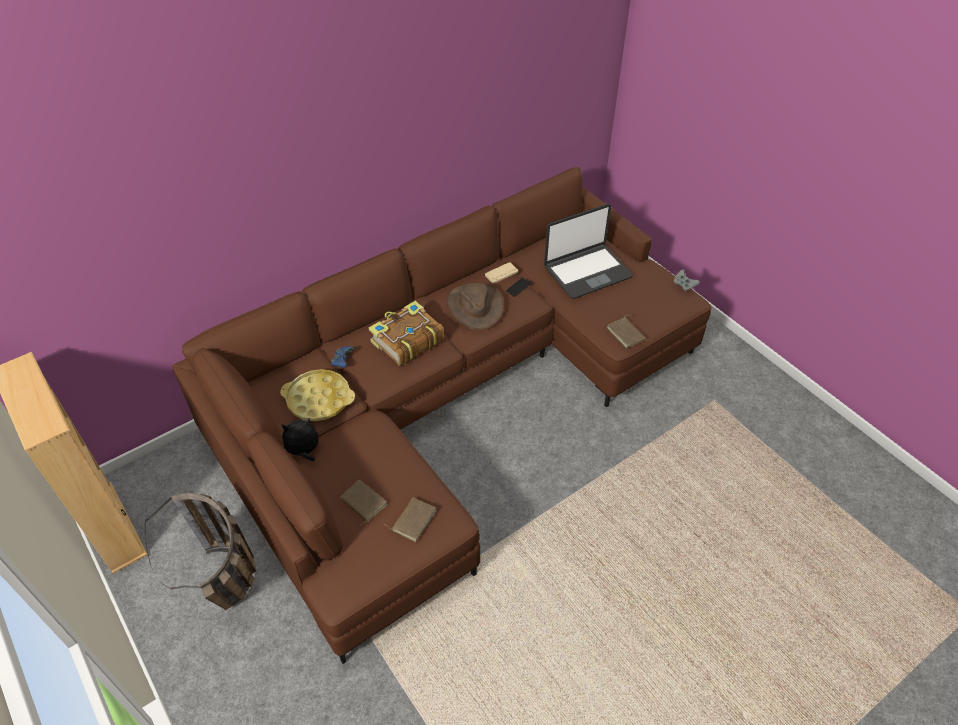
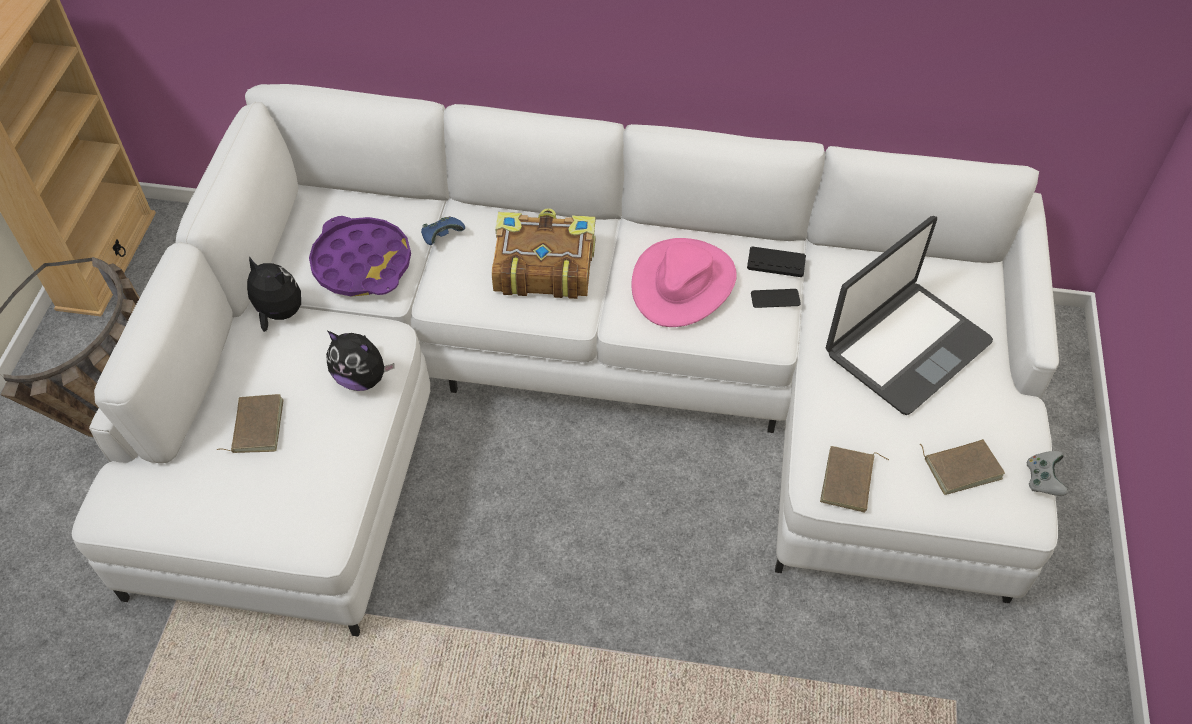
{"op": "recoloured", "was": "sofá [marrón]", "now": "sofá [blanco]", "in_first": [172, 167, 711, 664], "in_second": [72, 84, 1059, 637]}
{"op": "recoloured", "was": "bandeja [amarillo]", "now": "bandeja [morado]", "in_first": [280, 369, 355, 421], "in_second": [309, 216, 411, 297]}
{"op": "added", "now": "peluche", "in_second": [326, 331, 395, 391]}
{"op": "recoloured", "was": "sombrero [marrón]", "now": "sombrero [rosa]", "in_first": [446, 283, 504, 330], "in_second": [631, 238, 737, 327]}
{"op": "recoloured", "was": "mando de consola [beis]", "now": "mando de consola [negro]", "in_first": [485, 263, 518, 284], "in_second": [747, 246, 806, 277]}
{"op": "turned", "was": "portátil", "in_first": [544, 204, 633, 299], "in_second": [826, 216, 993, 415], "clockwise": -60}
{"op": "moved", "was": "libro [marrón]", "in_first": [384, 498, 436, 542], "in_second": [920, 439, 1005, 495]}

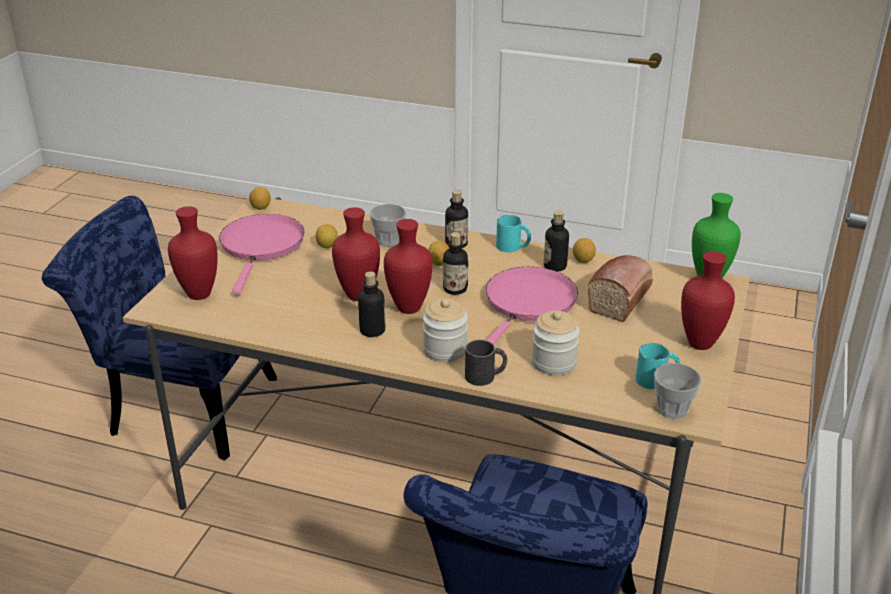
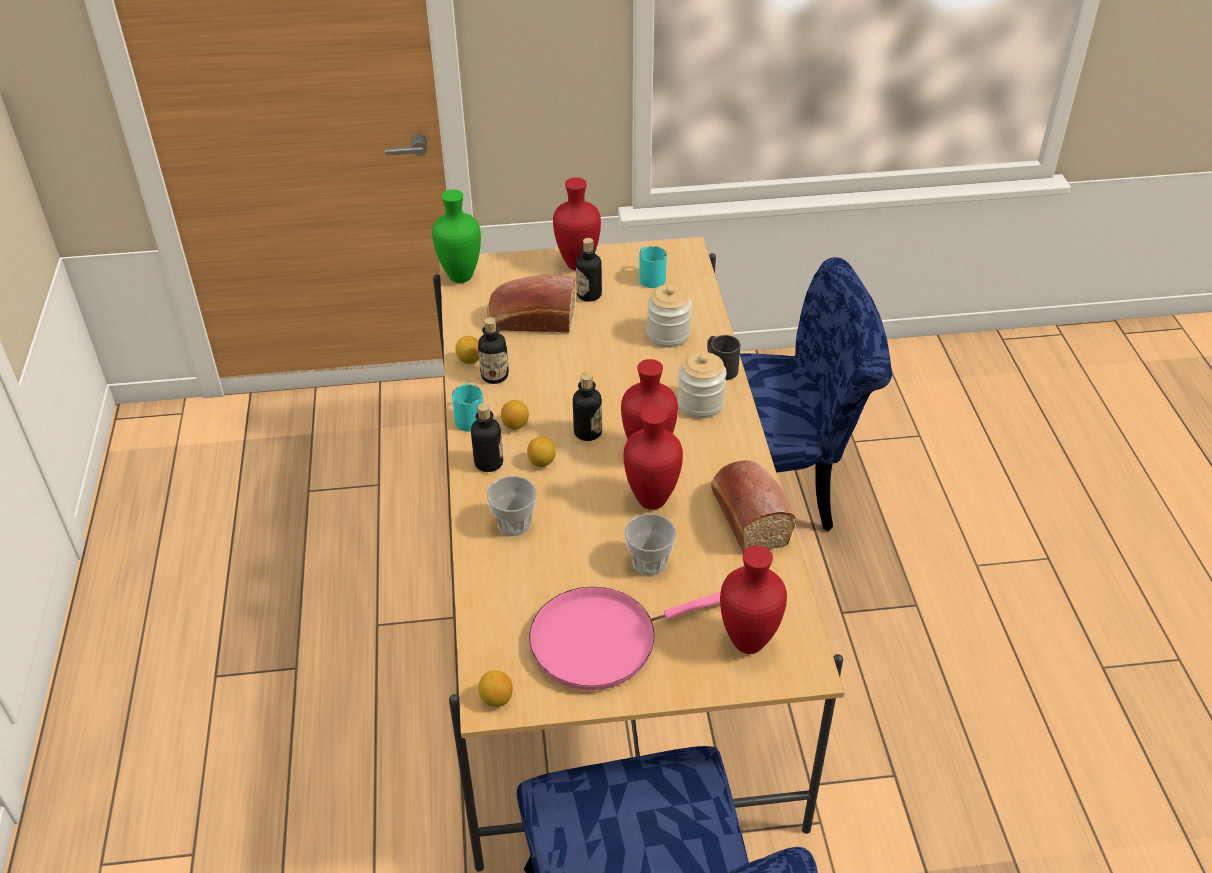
{"op": "moved", "was": "limón", "in_first": [316, 224, 338, 248], "in_second": [501, 400, 529, 430]}
{"op": "moved", "was": "botella", "in_first": [358, 272, 385, 337], "in_second": [576, 238, 602, 302]}
{"op": "moved", "was": "taza", "in_first": [654, 363, 702, 419], "in_second": [625, 514, 676, 576]}
{"op": "added", "now": "pan", "in_second": [711, 460, 796, 552]}
{"op": "removed", "was": "sartén [rosa]", "in_first": [486, 267, 578, 345]}

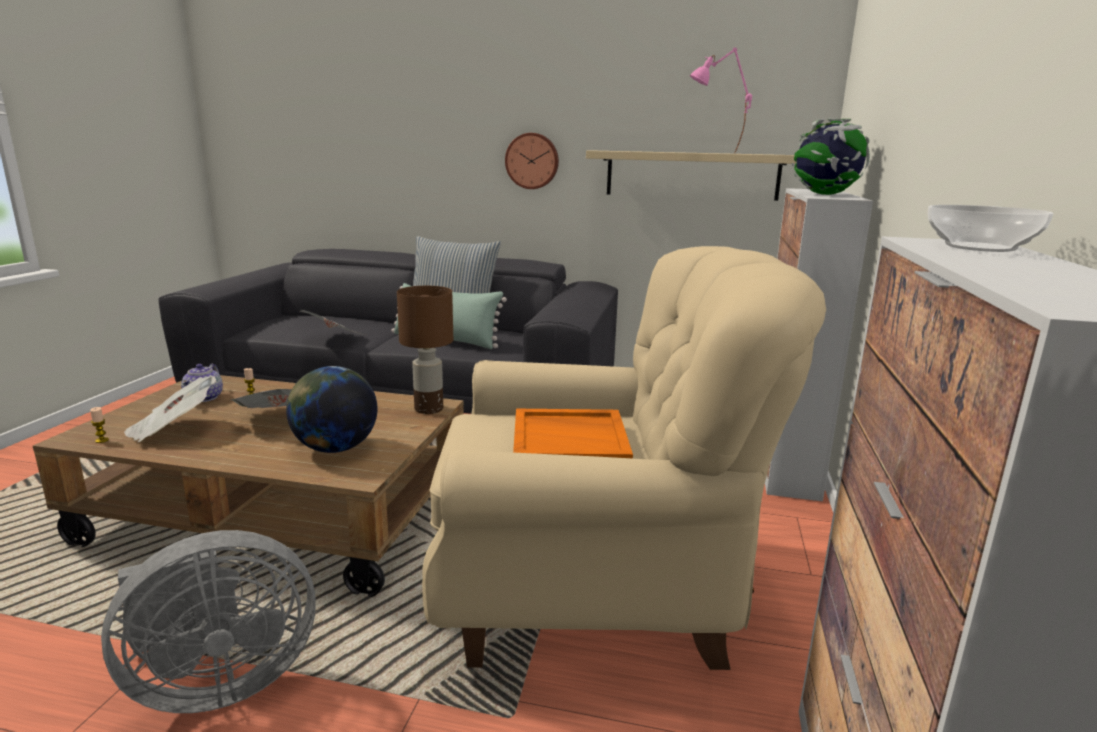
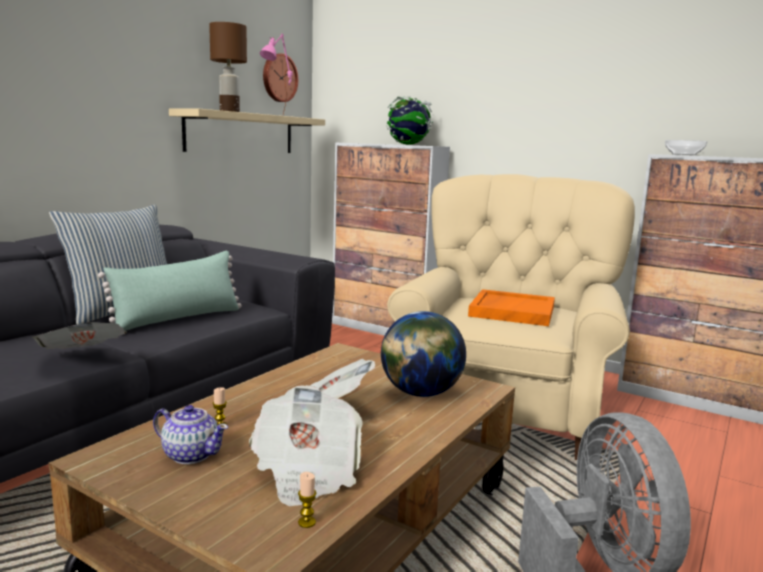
{"op": "moved", "was": "lámpara de mesa [marrón]", "in_first": [397, 286, 453, 414], "in_second": [209, 22, 247, 112]}
{"op": "moved", "was": "reloj de pared", "in_first": [505, 133, 559, 189], "in_second": [263, 53, 298, 102]}

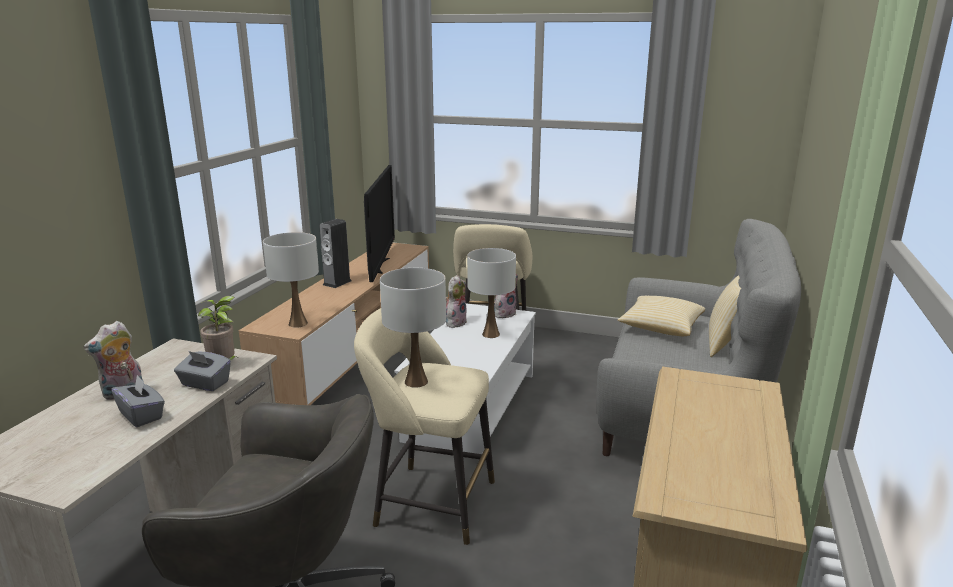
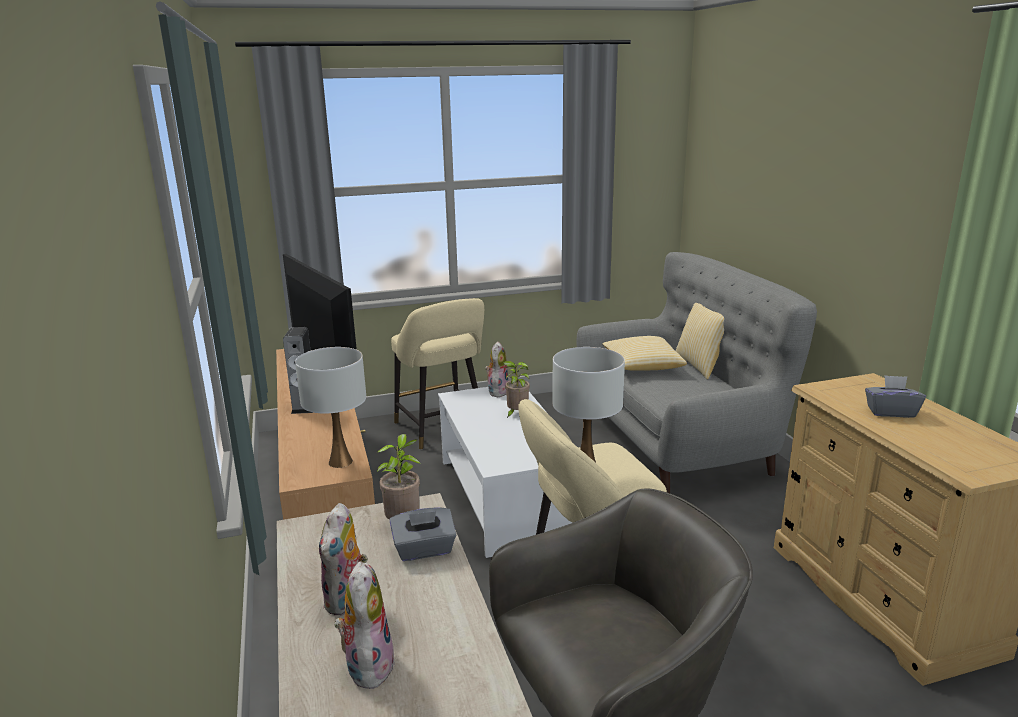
{"op": "moved", "was": "peluche", "in_first": [446, 275, 467, 328], "in_second": [334, 561, 395, 689]}
{"op": "replaced", "was": "lámpara de mesa [blanco]", "now": "planta en maceta", "in_first": [467, 248, 516, 338], "in_second": [503, 361, 530, 419]}
{"op": "moved", "was": "caja de pañuelos [gris]", "in_first": [111, 375, 165, 427], "in_second": [865, 375, 926, 418]}

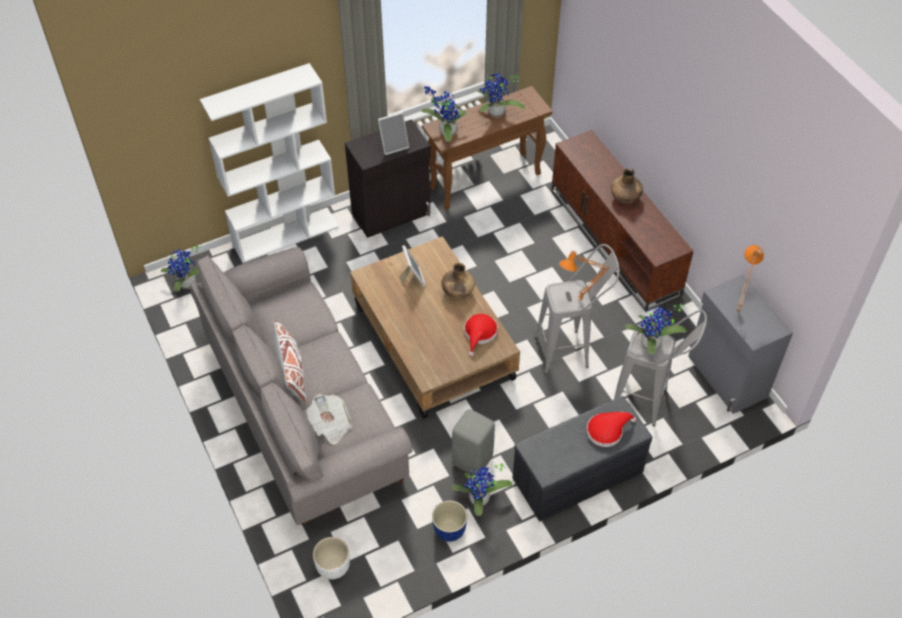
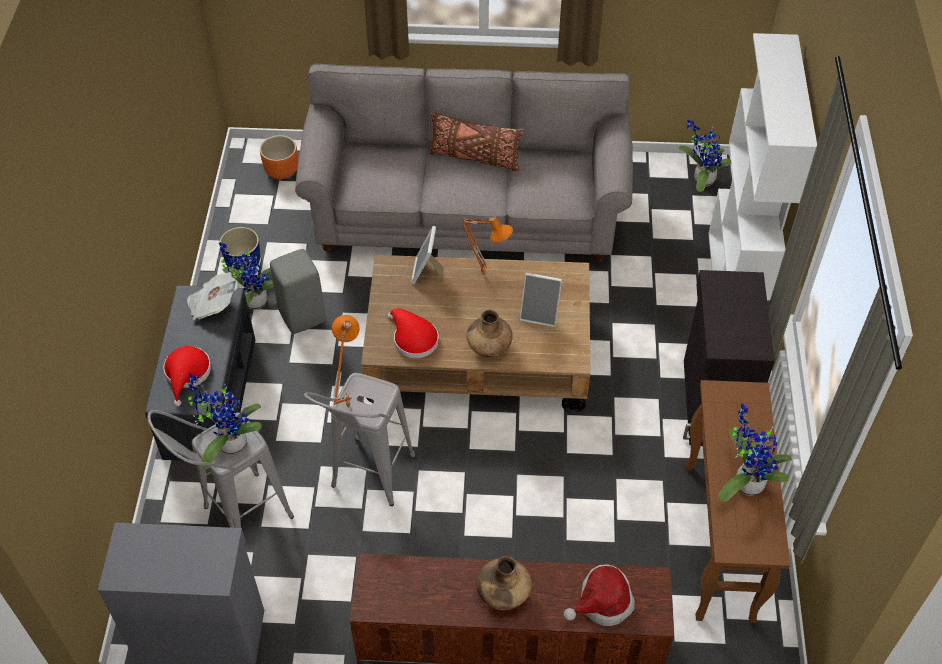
{"op": "moved", "was": "periódico", "in_first": [306, 394, 352, 445], "in_second": [187, 272, 238, 320]}
{"op": "recoloured", "was": "maceta [blanco]", "now": "maceta [naranja]", "in_first": [313, 537, 350, 579], "in_second": [260, 135, 298, 179]}
{"op": "moved", "was": "portarretratos", "in_first": [378, 112, 409, 155], "in_second": [411, 226, 444, 284]}
{"op": "recoloured", "was": "cojín [blanco]", "now": "cojín [marrón]", "in_first": [273, 320, 306, 402], "in_second": [429, 112, 524, 172]}
{"op": "moved", "was": "lámpara de mesa [naranja]", "in_first": [737, 245, 764, 313], "in_second": [462, 216, 513, 277]}
{"op": "added", "now": "sombrero", "in_second": [564, 564, 635, 626]}
{"op": "removed", "was": "planta en maceta", "in_first": [421, 86, 466, 142]}

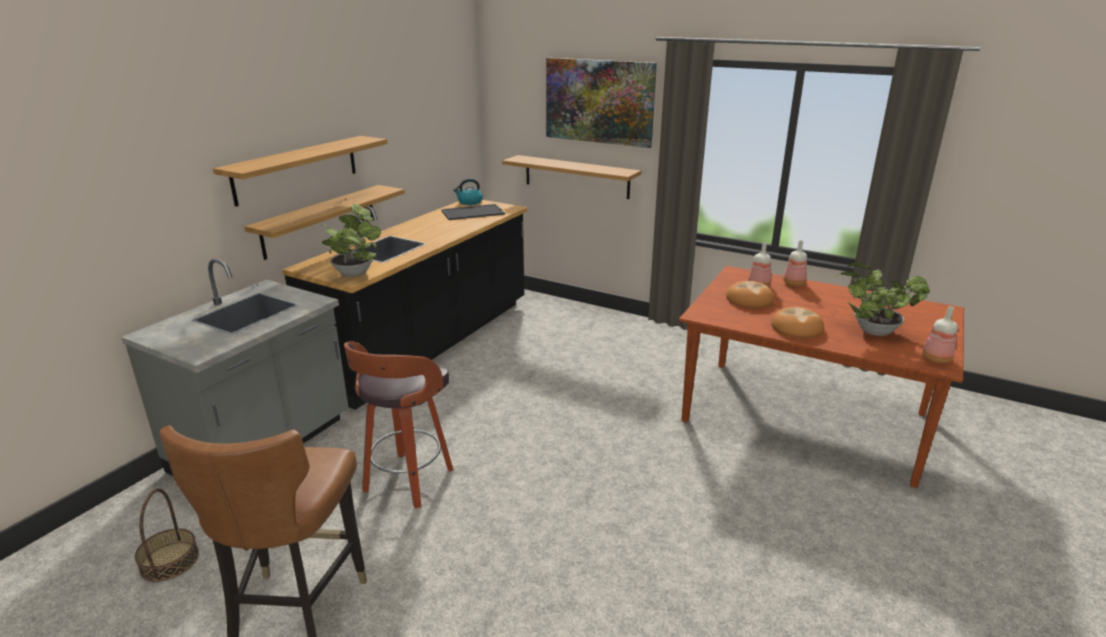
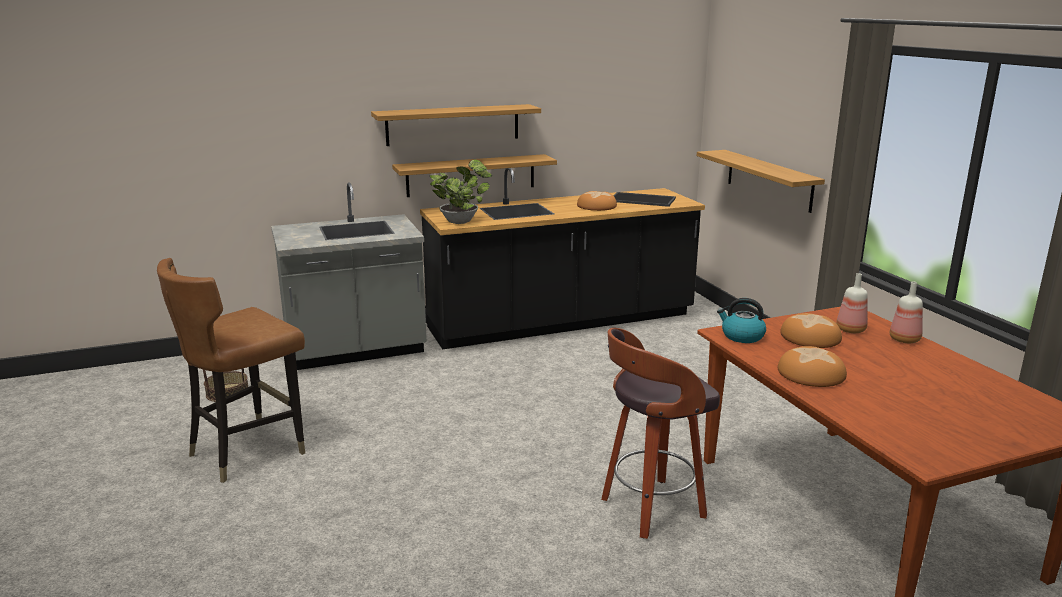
{"op": "added", "now": "pan", "in_second": [577, 191, 617, 211]}
{"op": "moved", "was": "taburete", "in_first": [344, 341, 454, 509], "in_second": [601, 328, 720, 539]}
{"op": "moved", "was": "hervidor", "in_first": [453, 179, 483, 205], "in_second": [717, 298, 766, 343]}
{"op": "removed", "was": "cuadro", "in_first": [546, 58, 657, 148]}
{"op": "removed", "was": "planta en maceta", "in_first": [835, 262, 930, 336]}
{"op": "removed", "was": "botella", "in_first": [922, 307, 958, 363]}

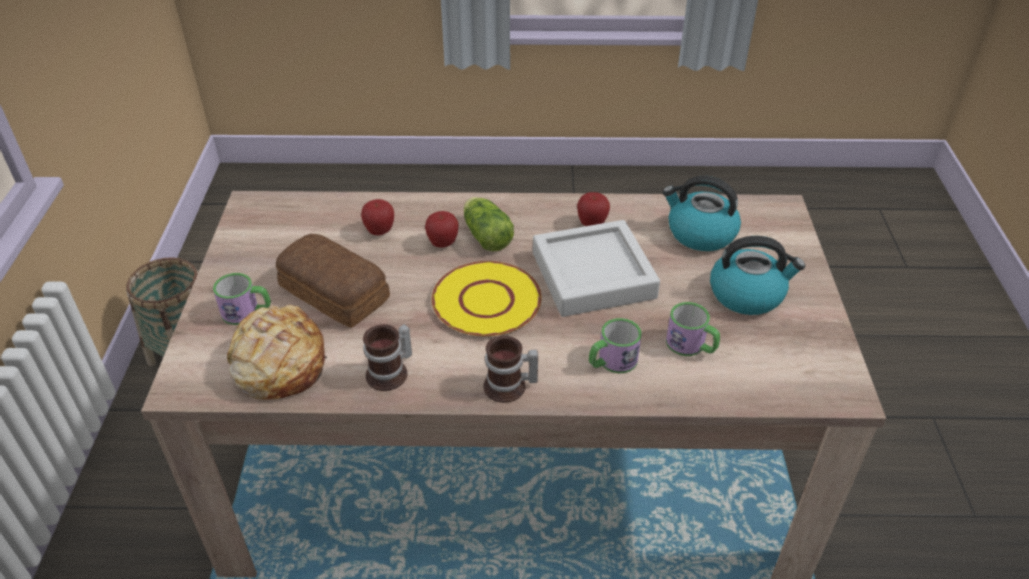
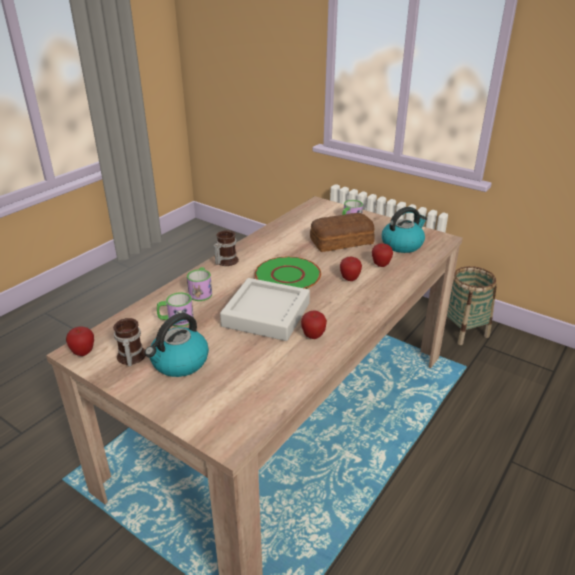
{"op": "added", "now": "manzana", "in_second": [66, 326, 94, 356]}
{"op": "moved", "was": "taza grande", "in_first": [363, 324, 412, 391], "in_second": [113, 318, 146, 366]}
{"op": "recoloured", "was": "plato [amarillo]", "now": "plato [verde]", "in_first": [432, 261, 542, 336], "in_second": [255, 257, 321, 289]}
{"op": "moved", "was": "hervidor", "in_first": [663, 176, 741, 251], "in_second": [382, 207, 427, 253]}
{"op": "removed", "was": "pan", "in_first": [227, 304, 327, 400]}
{"op": "removed", "was": "lechuga", "in_first": [463, 197, 514, 251]}

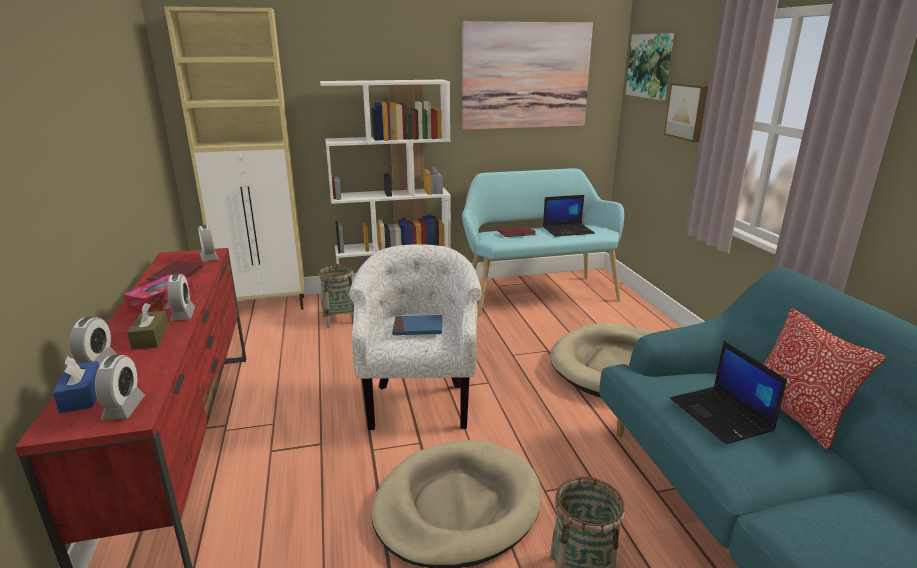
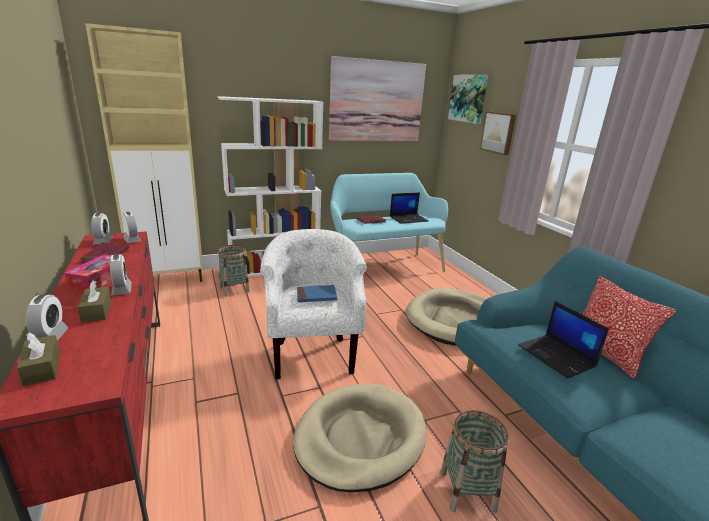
{"op": "recoloured", "was": "caja de pañuelos [azul]", "now": "caja de pañuelos [marrón]", "in_first": [53, 356, 99, 413], "in_second": [17, 332, 60, 386]}
{"op": "moved", "was": "despertador", "in_first": [95, 355, 145, 420], "in_second": [91, 213, 113, 244]}

